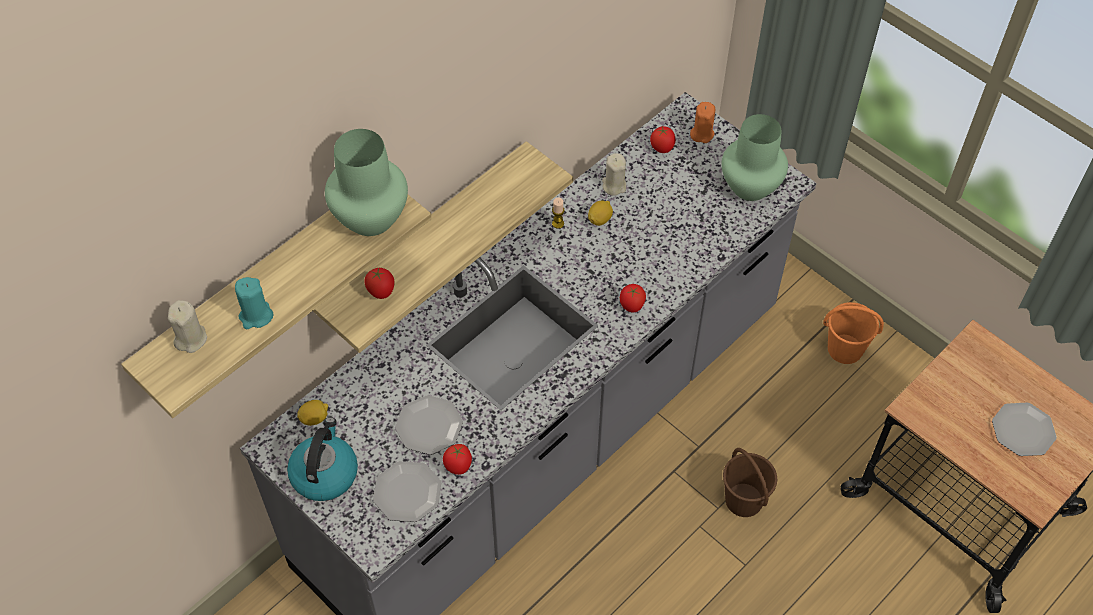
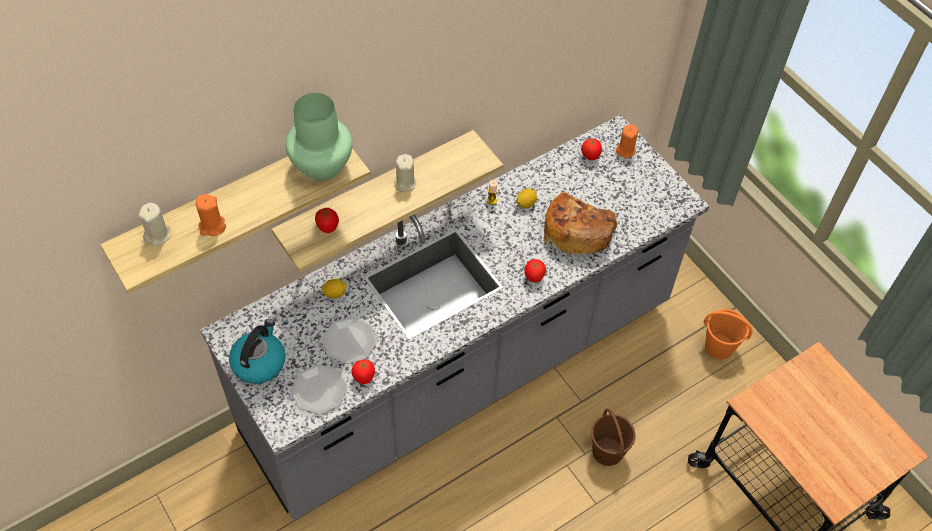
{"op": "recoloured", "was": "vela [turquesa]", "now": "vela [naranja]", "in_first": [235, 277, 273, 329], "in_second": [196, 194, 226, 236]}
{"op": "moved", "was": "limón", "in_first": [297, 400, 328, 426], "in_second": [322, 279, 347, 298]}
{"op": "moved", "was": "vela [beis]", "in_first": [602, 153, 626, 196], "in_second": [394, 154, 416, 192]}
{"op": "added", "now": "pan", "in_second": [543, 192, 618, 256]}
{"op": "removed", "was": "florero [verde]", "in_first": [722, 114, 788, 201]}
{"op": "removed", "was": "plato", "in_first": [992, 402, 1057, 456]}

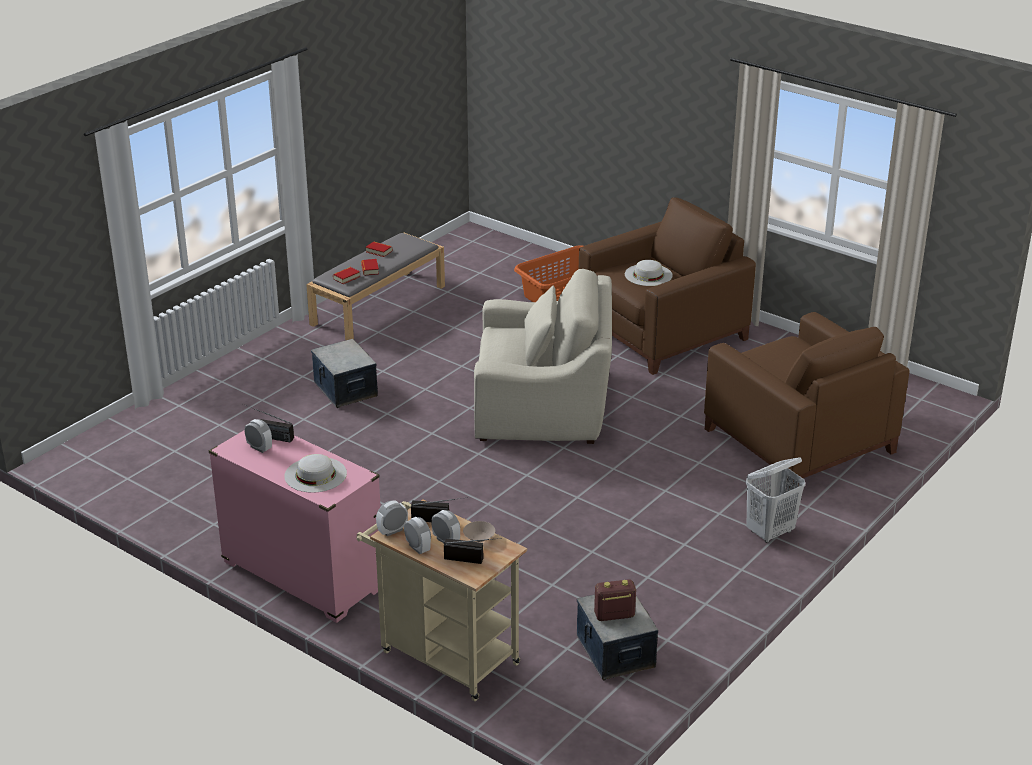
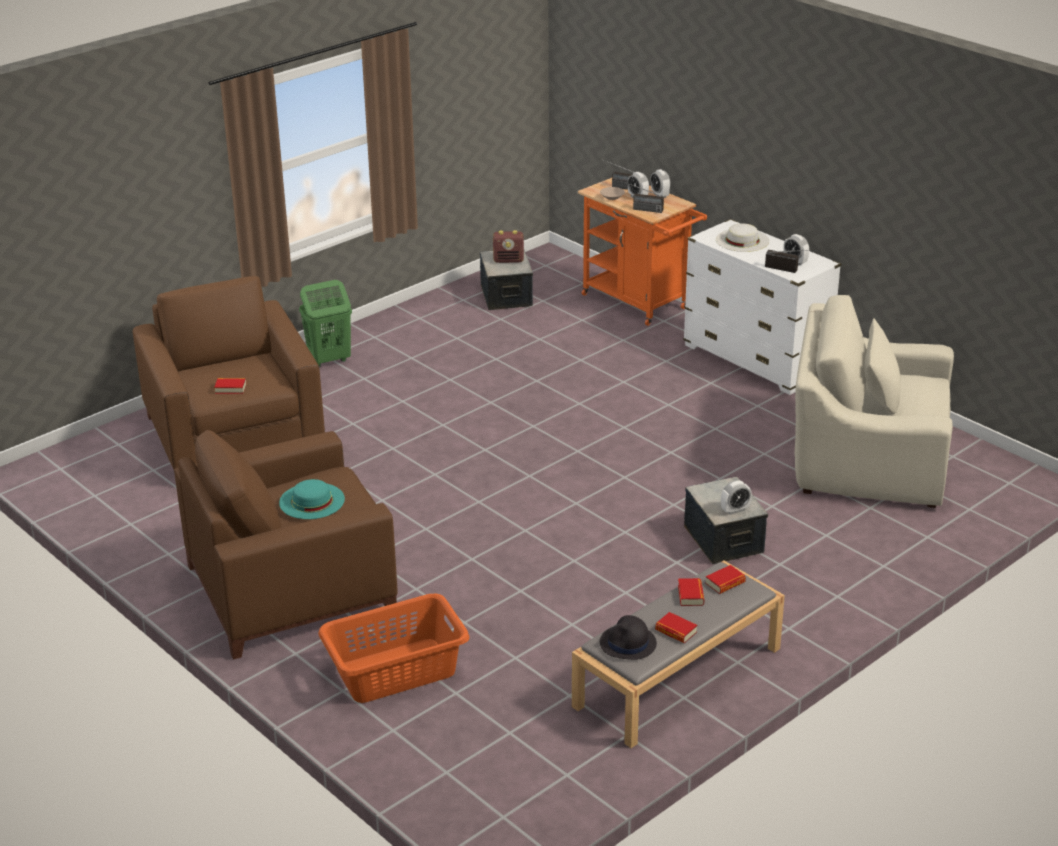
{"op": "added", "now": "libro", "in_second": [214, 378, 246, 394]}
{"op": "recoloured", "was": "sombrero [blanco]", "now": "sombrero [turquesa]", "in_first": [625, 260, 673, 286], "in_second": [279, 479, 345, 519]}
{"op": "recoloured", "was": "cesto de la ropa [blanco]", "now": "cesto de la ropa [verde]", "in_first": [746, 457, 805, 543], "in_second": [299, 280, 352, 367]}
{"op": "recoloured", "was": "carrito [beis]", "now": "carrito [naranja]", "in_first": [356, 499, 527, 701], "in_second": [578, 178, 707, 326]}
{"op": "added", "now": "sombrero [negro]", "in_second": [600, 615, 657, 660]}
{"op": "recoloured", "was": "cómoda [rosa]", "now": "cómoda [blanco]", "in_first": [209, 430, 381, 623], "in_second": [683, 219, 841, 395]}
{"op": "moved", "was": "despertador", "in_first": [376, 501, 408, 536], "in_second": [721, 480, 752, 515]}
{"op": "moved", "was": "sillón [beis]", "in_first": [474, 269, 612, 444], "in_second": [795, 295, 954, 508]}

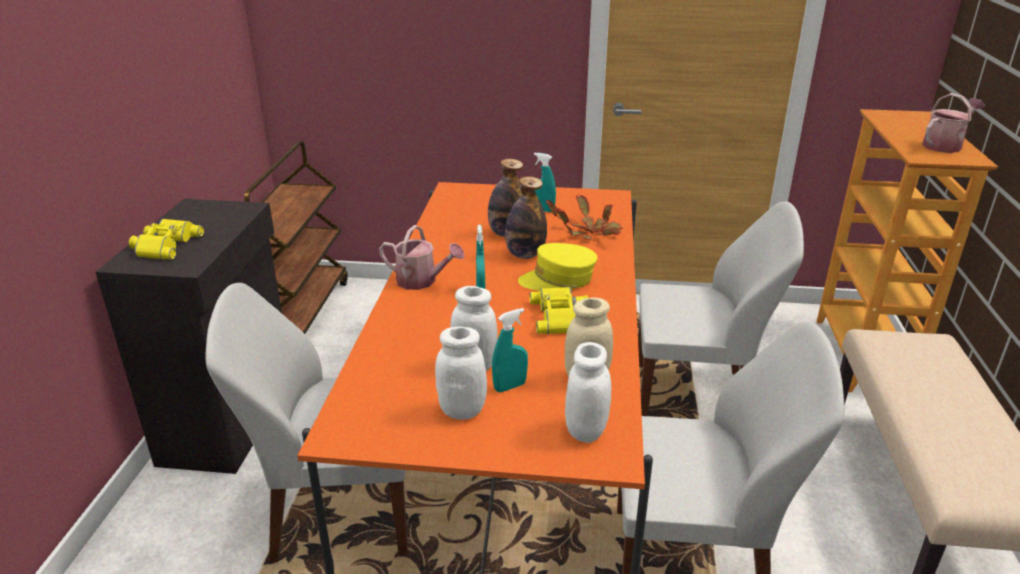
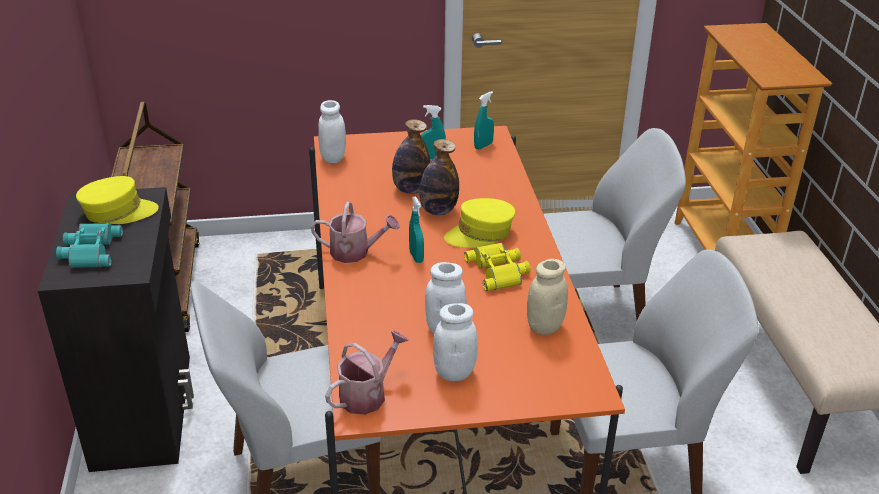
{"op": "recoloured", "was": "prismáticos [amarillo]", "now": "prismáticos [turquesa]", "in_first": [129, 219, 204, 260], "in_second": [56, 223, 123, 268]}
{"op": "added", "now": "gorra [amarillo]", "in_second": [76, 176, 158, 224]}
{"op": "moved", "was": "tarro [blanco]", "in_first": [565, 342, 611, 443], "in_second": [318, 100, 346, 163]}
{"op": "moved", "was": "regadera", "in_first": [922, 93, 985, 153], "in_second": [325, 331, 409, 415]}
{"op": "moved", "was": "pulverizador [turquesa]", "in_first": [492, 308, 528, 392], "in_second": [474, 91, 494, 149]}
{"op": "removed", "was": "planta en maceta", "in_first": [546, 194, 622, 240]}

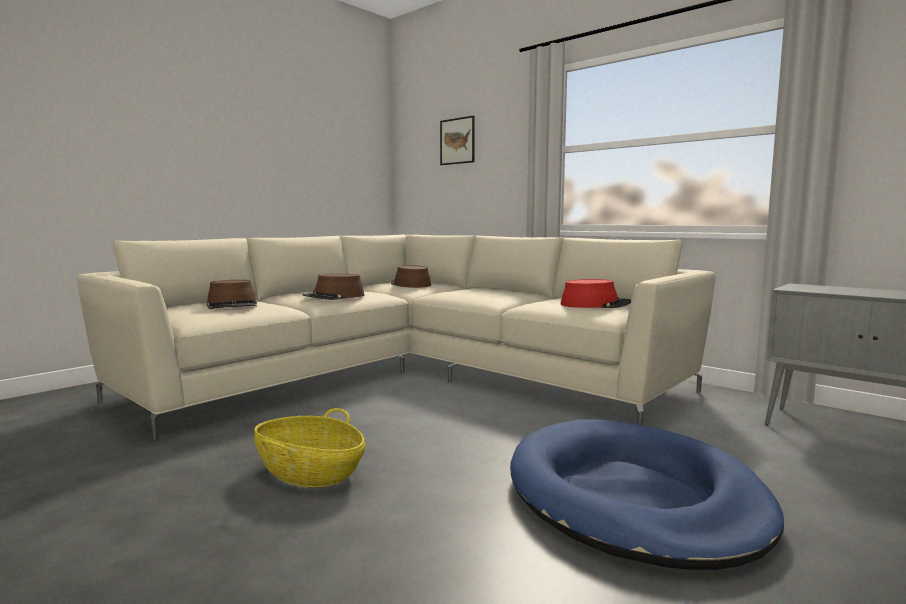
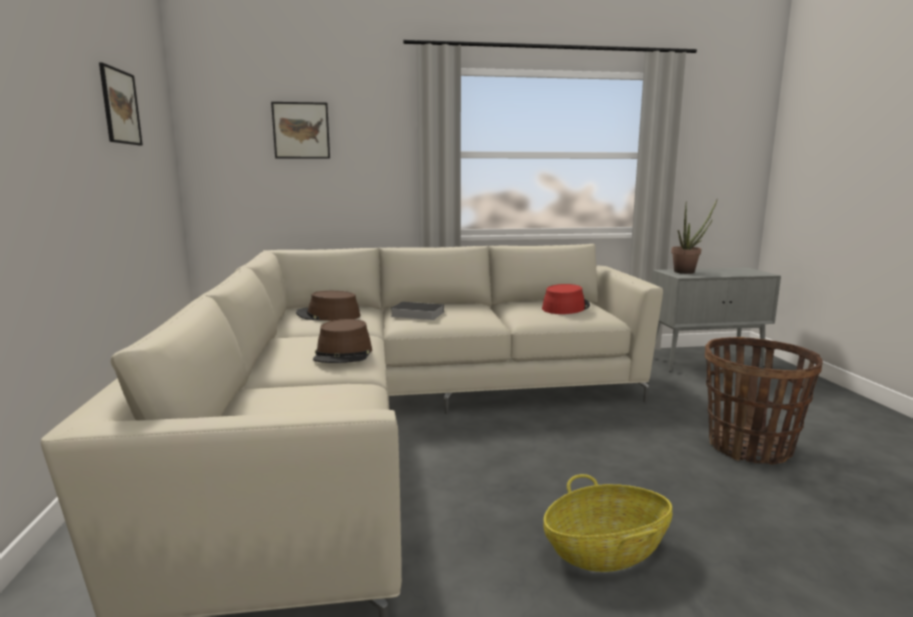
{"op": "added", "now": "cuadro", "in_second": [99, 62, 143, 145]}
{"op": "added", "now": "libro", "in_second": [390, 302, 444, 320]}
{"op": "added", "now": "planta en maceta", "in_second": [671, 200, 717, 274]}
{"op": "replaced", "was": "cama para perro [azul]", "now": "cesta", "in_first": [510, 419, 784, 570], "in_second": [705, 337, 823, 464]}
{"op": "removed", "was": "sombrero [marrón]", "in_first": [206, 280, 257, 309]}

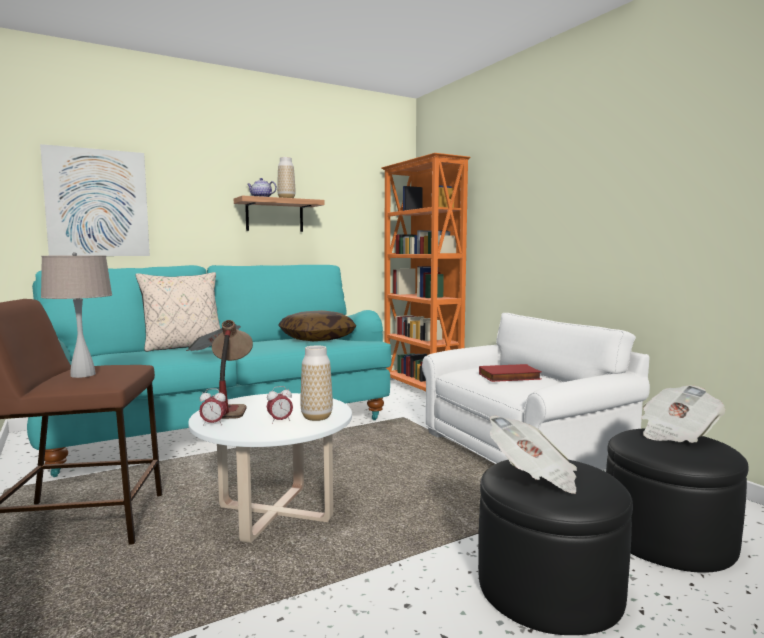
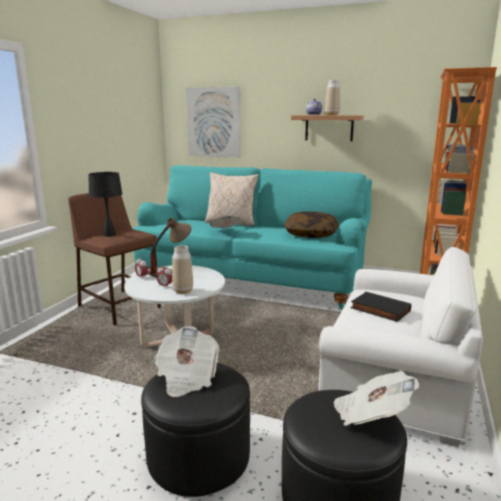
{"op": "recoloured", "was": "lámpara de mesa [beis]", "now": "lámpara de mesa [negro]", "in_first": [41, 252, 112, 378], "in_second": [88, 172, 123, 237]}
{"op": "recoloured", "was": "libro [rojo]", "now": "libro [negro]", "in_first": [479, 364, 542, 382], "in_second": [351, 292, 411, 322]}

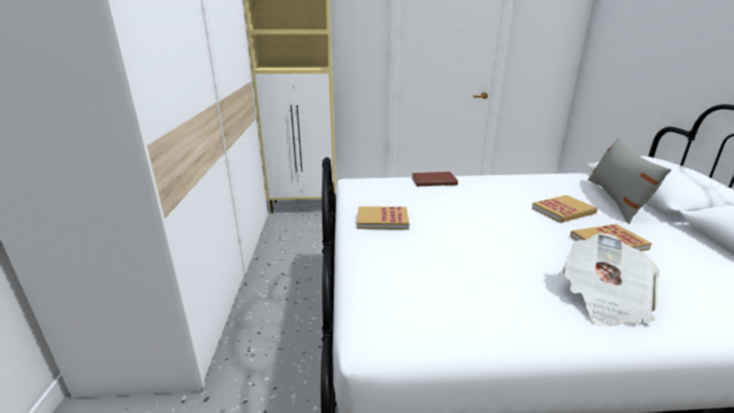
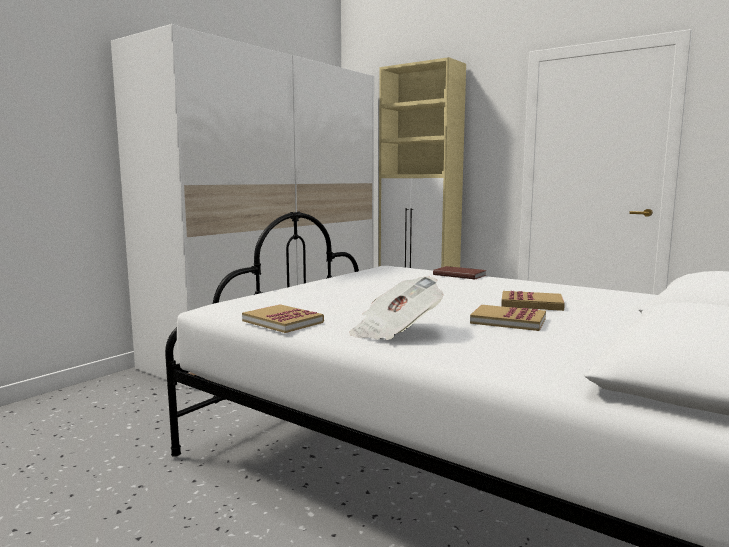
{"op": "moved", "was": "libro", "in_first": [357, 206, 409, 230], "in_second": [242, 304, 324, 333]}
{"op": "removed", "was": "cojín [gris]", "in_first": [588, 137, 671, 224]}

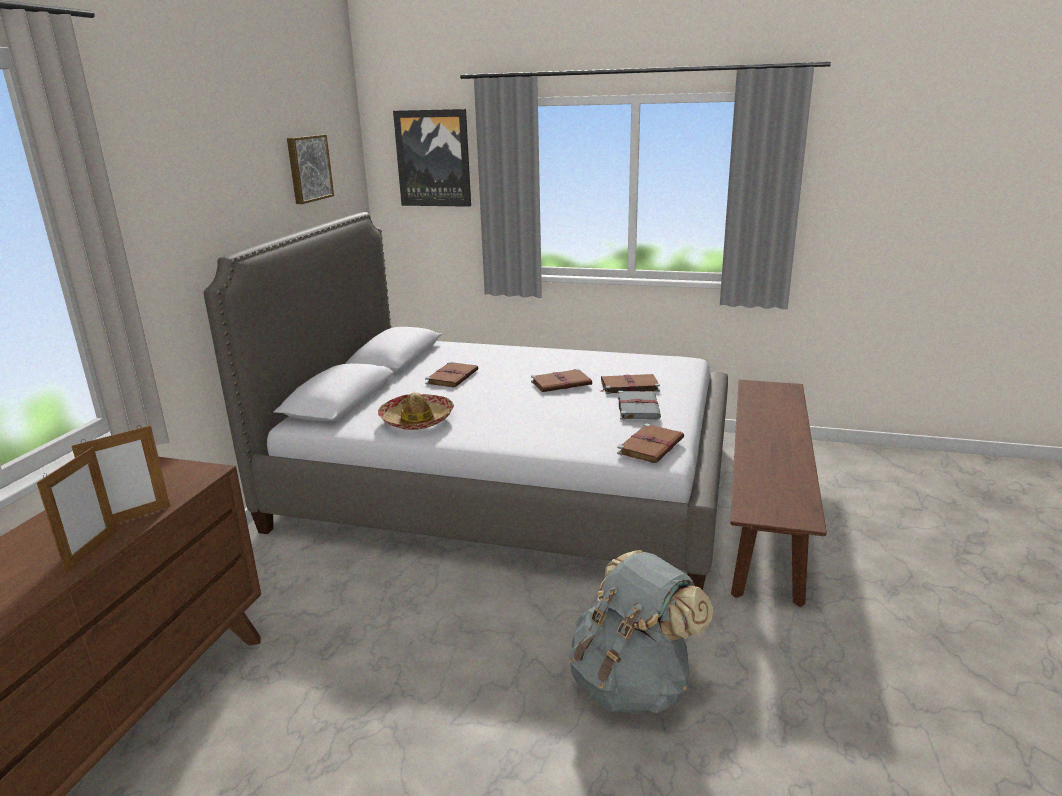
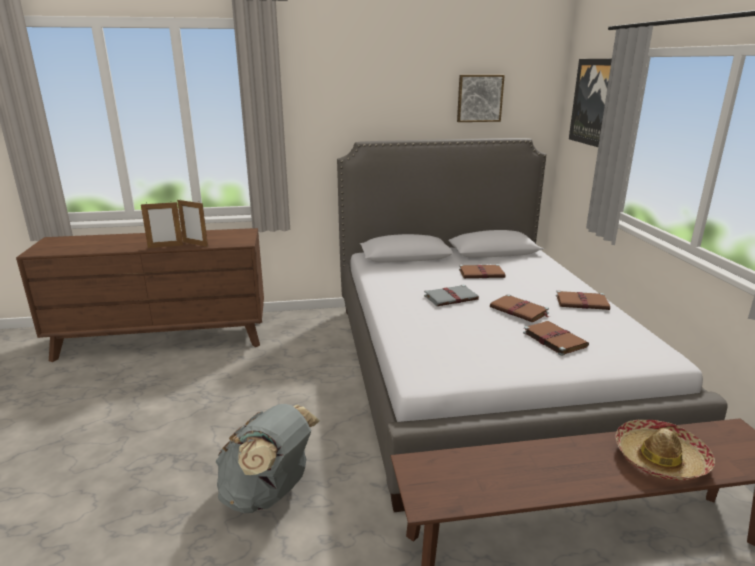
{"op": "moved", "was": "libro [gris]", "in_first": [618, 391, 661, 420], "in_second": [424, 285, 479, 306]}
{"op": "moved", "was": "libro [marrón]", "in_first": [617, 424, 684, 463], "in_second": [556, 290, 610, 310]}
{"op": "moved", "was": "sombrero", "in_first": [378, 392, 454, 430], "in_second": [616, 420, 715, 480]}

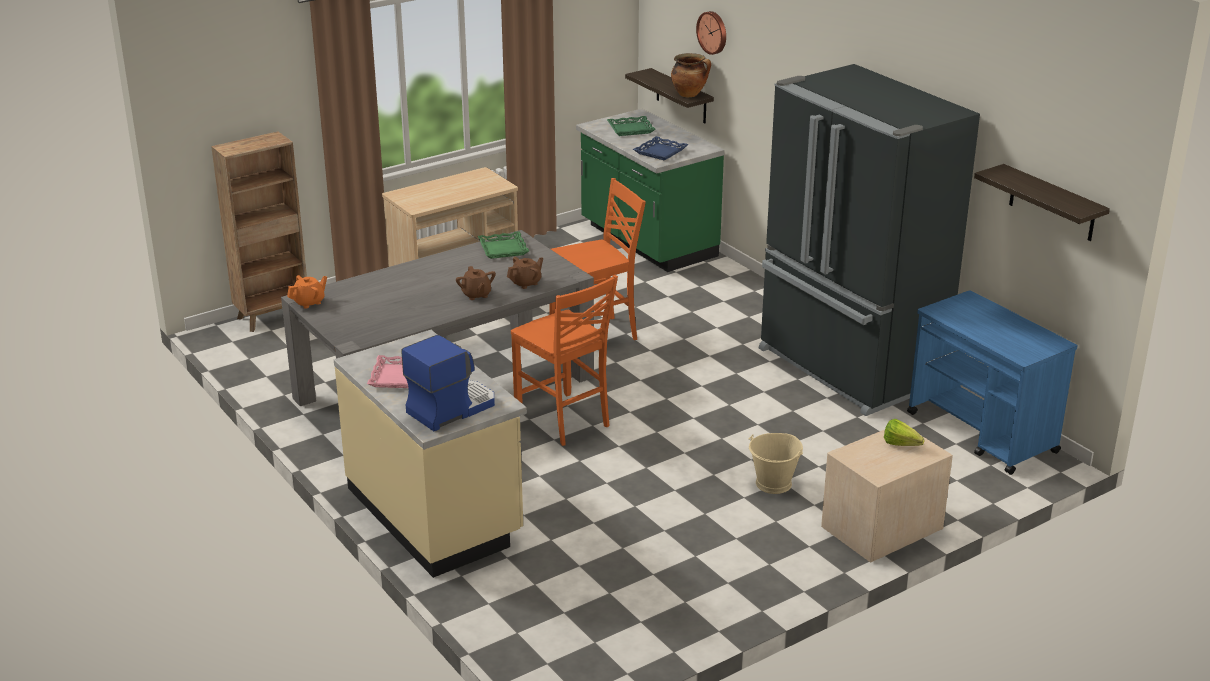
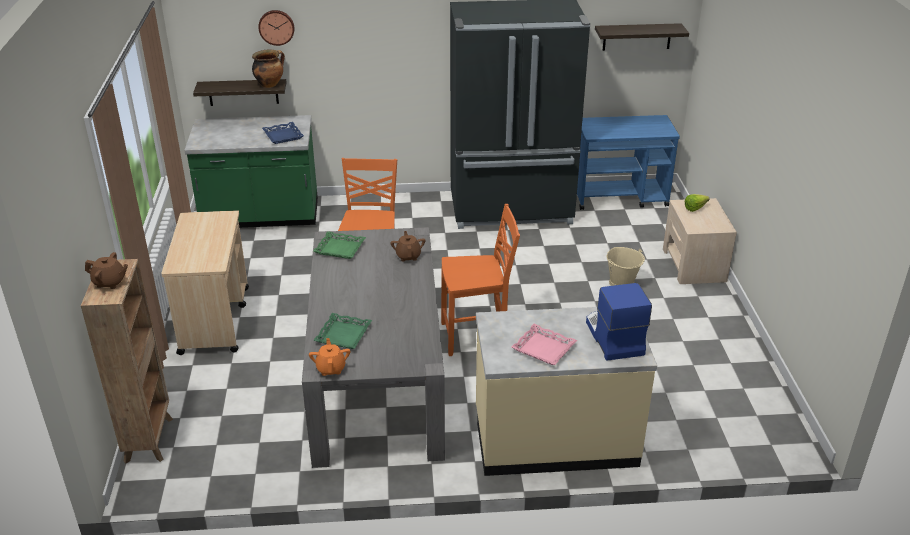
{"op": "moved", "was": "tetera [marrón]", "in_first": [456, 266, 496, 300], "in_second": [85, 252, 128, 289]}
{"op": "moved", "was": "bandeja [verde]", "in_first": [607, 116, 656, 136], "in_second": [313, 313, 372, 349]}

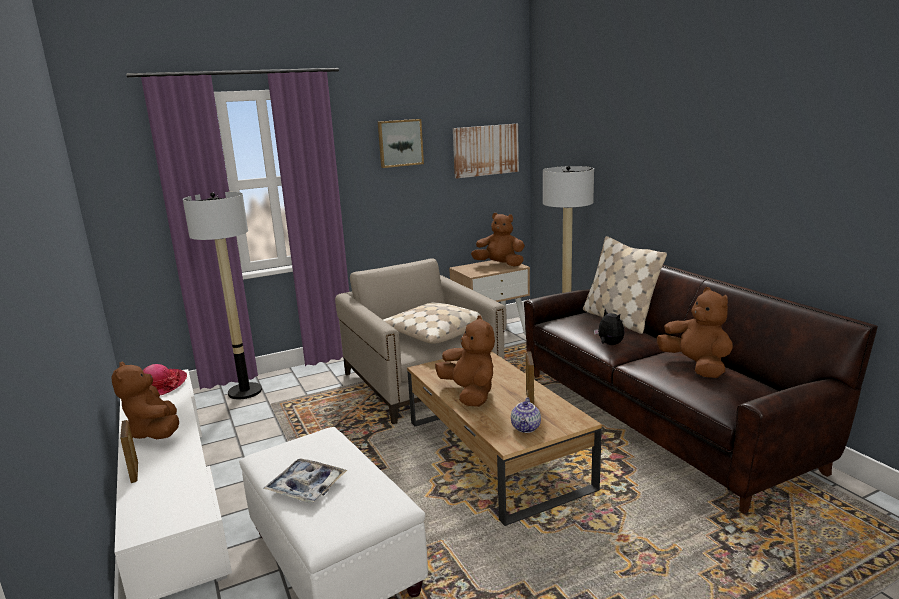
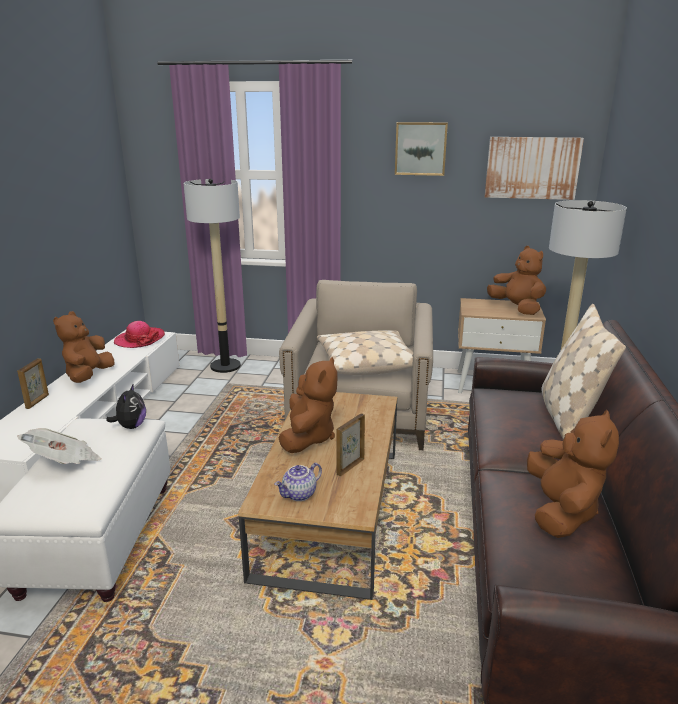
{"op": "replaced", "was": "bandeja", "now": "periódico", "in_first": [263, 458, 347, 503], "in_second": [17, 428, 102, 464]}
{"op": "moved", "was": "peluche", "in_first": [594, 309, 625, 345], "in_second": [106, 383, 146, 429]}

